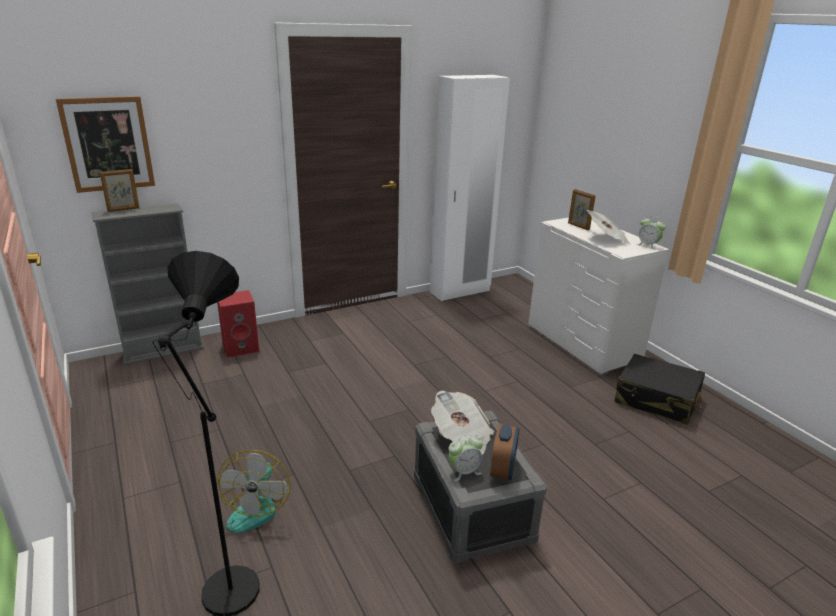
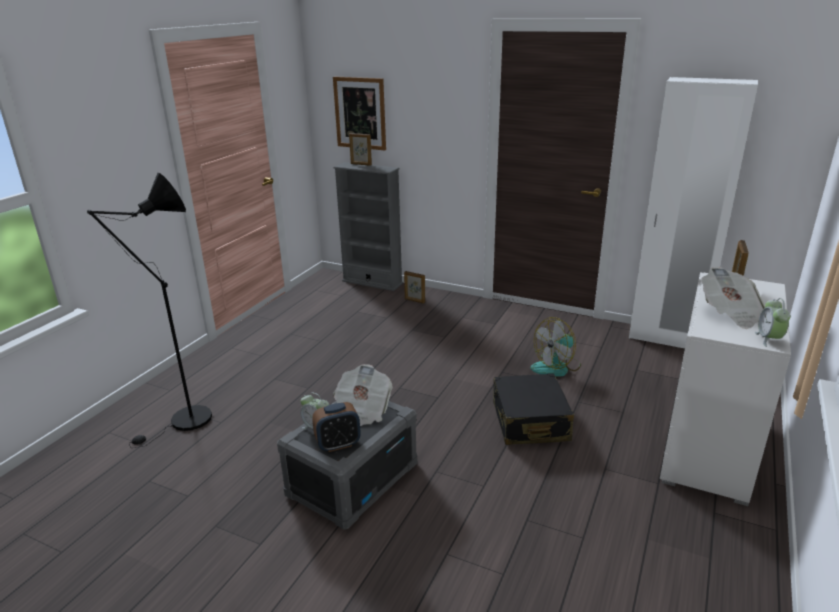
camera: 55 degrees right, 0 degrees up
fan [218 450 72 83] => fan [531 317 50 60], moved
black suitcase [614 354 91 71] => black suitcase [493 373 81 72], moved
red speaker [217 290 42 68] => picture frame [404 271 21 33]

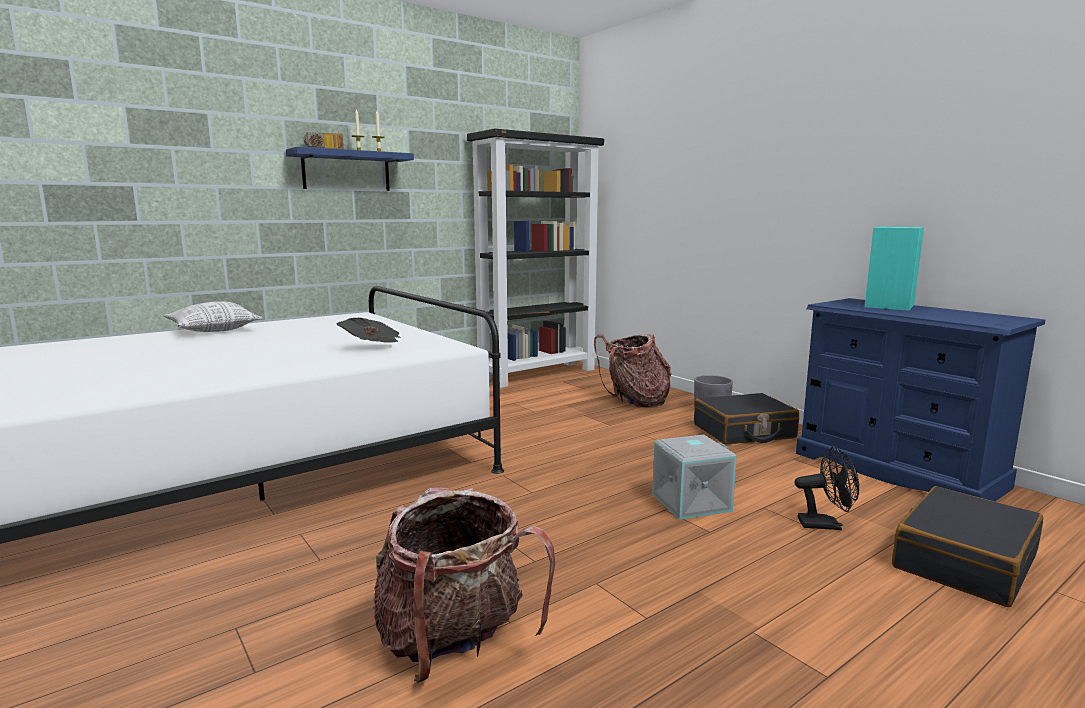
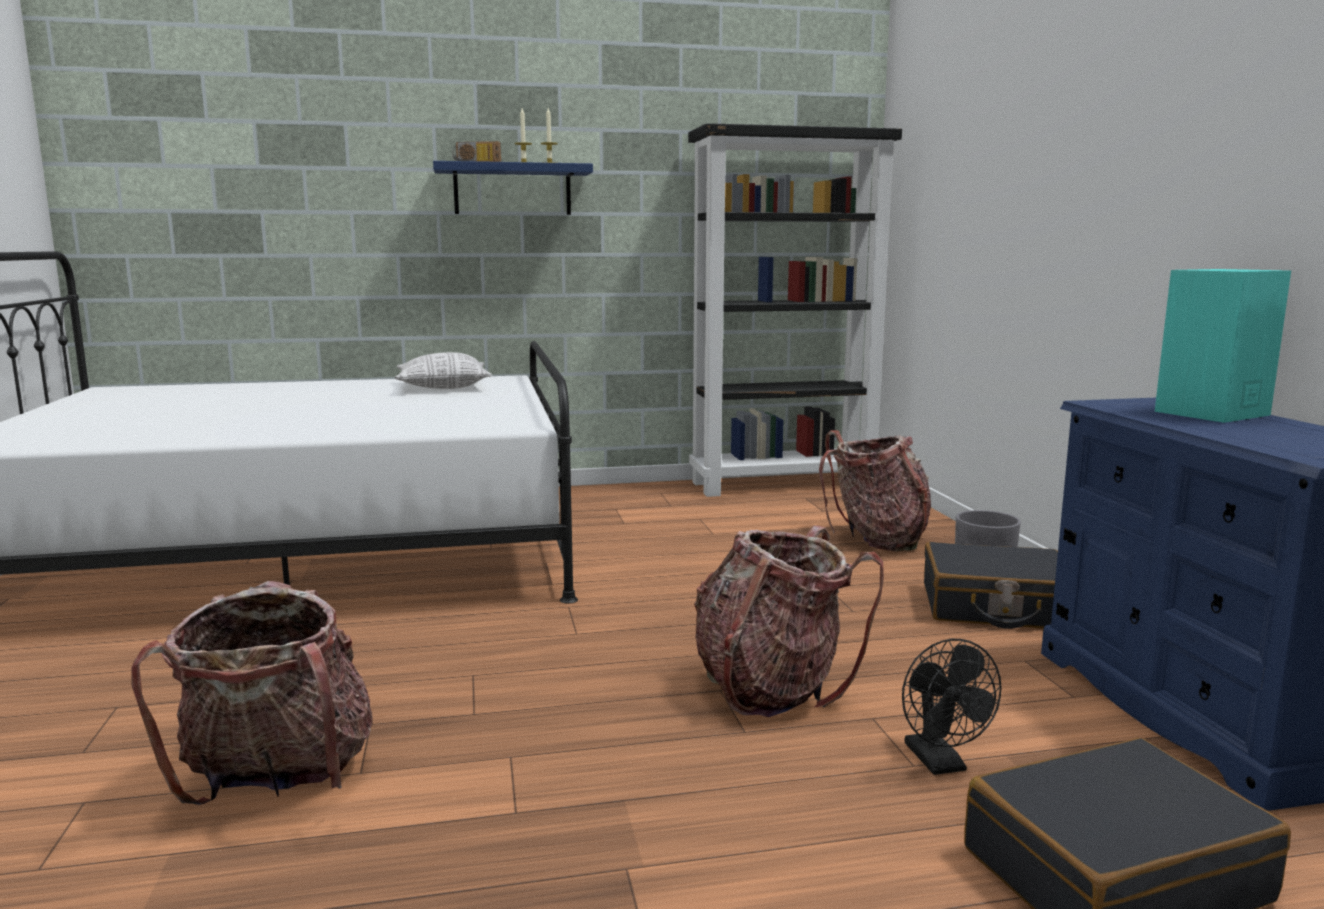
camera: 25 degrees right, 0 degrees up
newspaper [336 318 65 25] => nothing
pillow [163 301 100 31] => pillow [395 352 98 37], moved
grey storage box [652 435 85 85] => backpack [694 525 190 192]
black fan [795 446 64 84] => black fan [902 639 100 136], 45 degrees clockwise

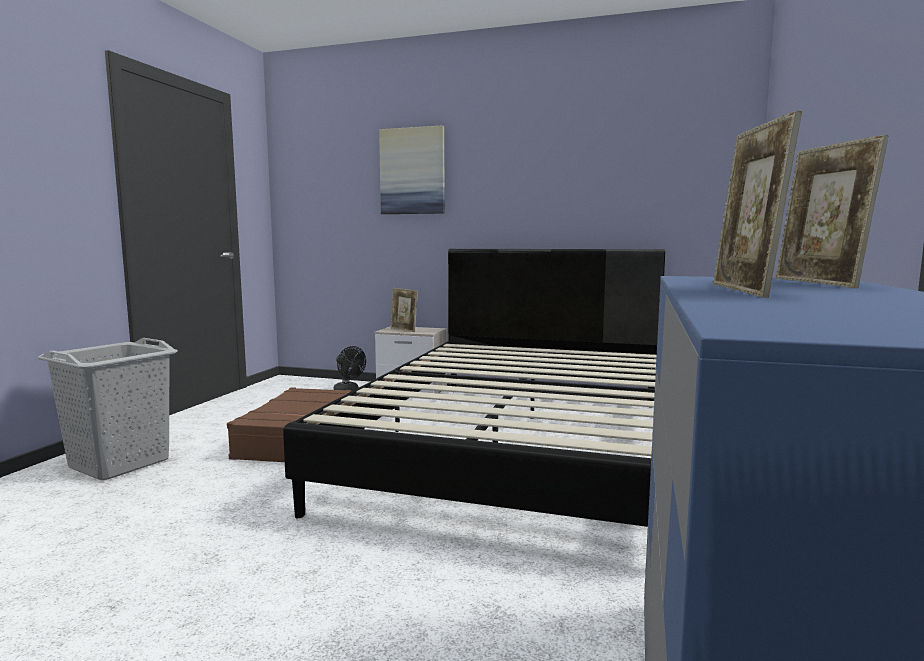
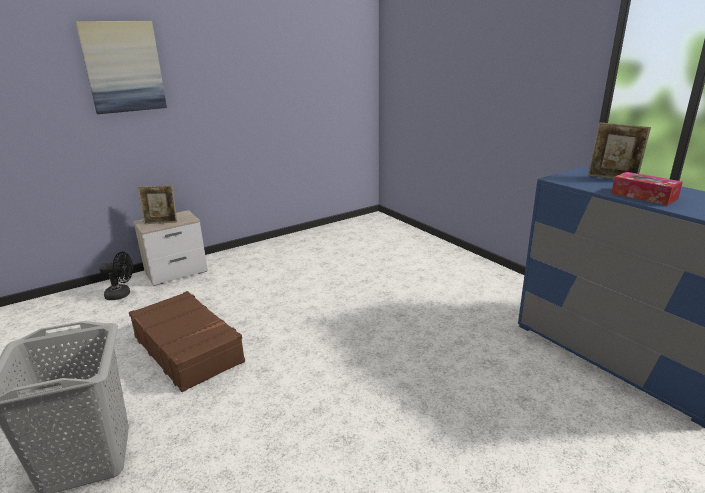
camera: 50 degrees left, 15 degrees up
black bed [283 249 382 278] => nothing
picture frame [712 111 90 187] => tissue box [611 172 72 34]

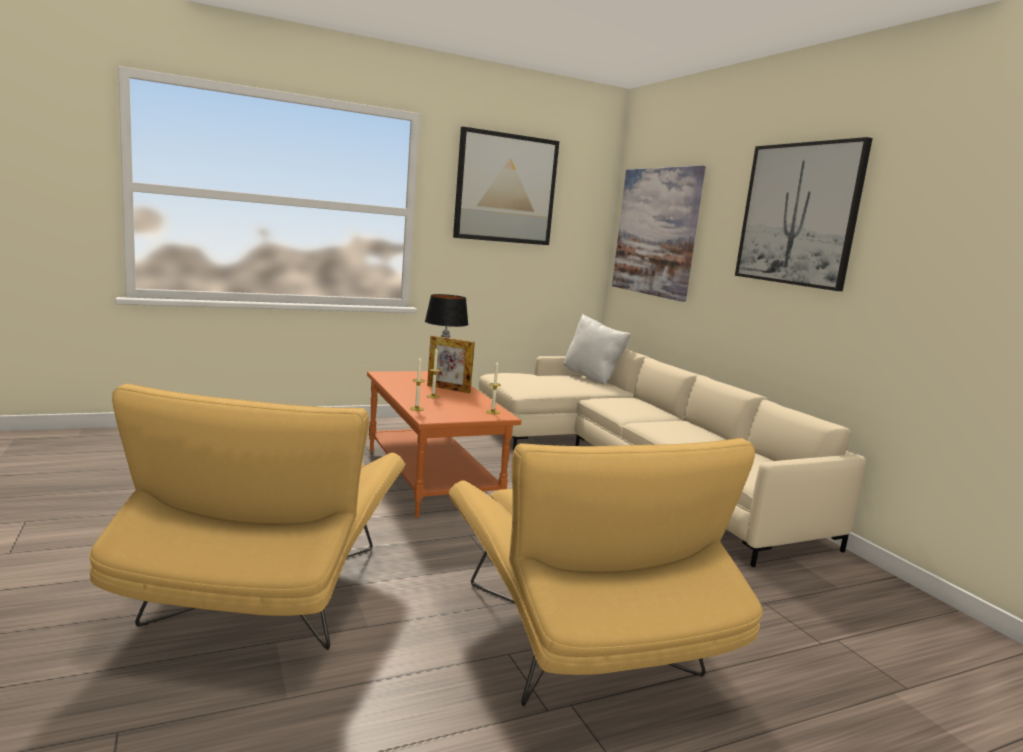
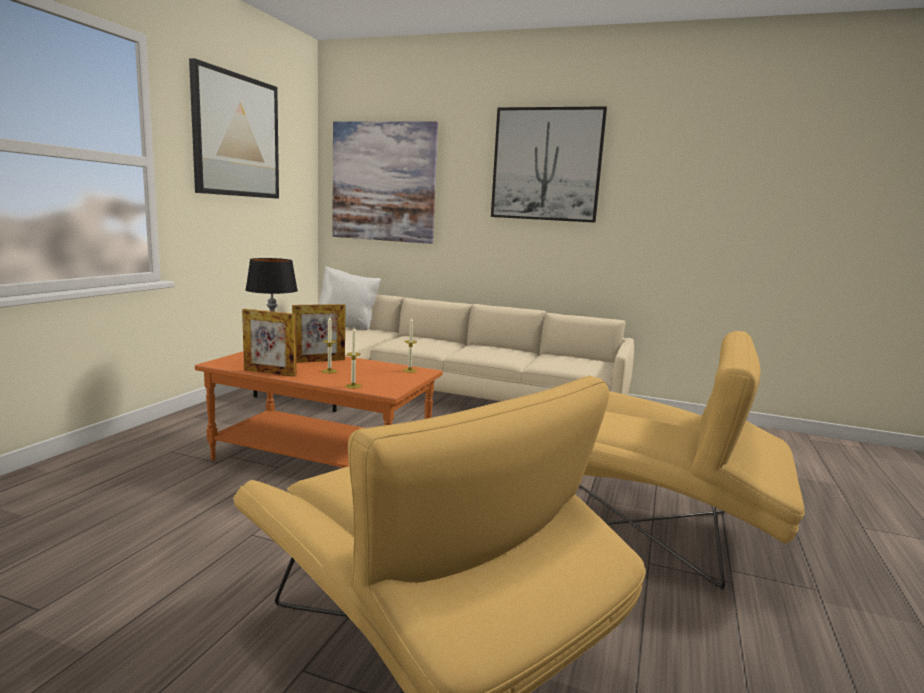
camera: 45 degrees left, 0 degrees up
nothing => picture frame [242 309 55 68]

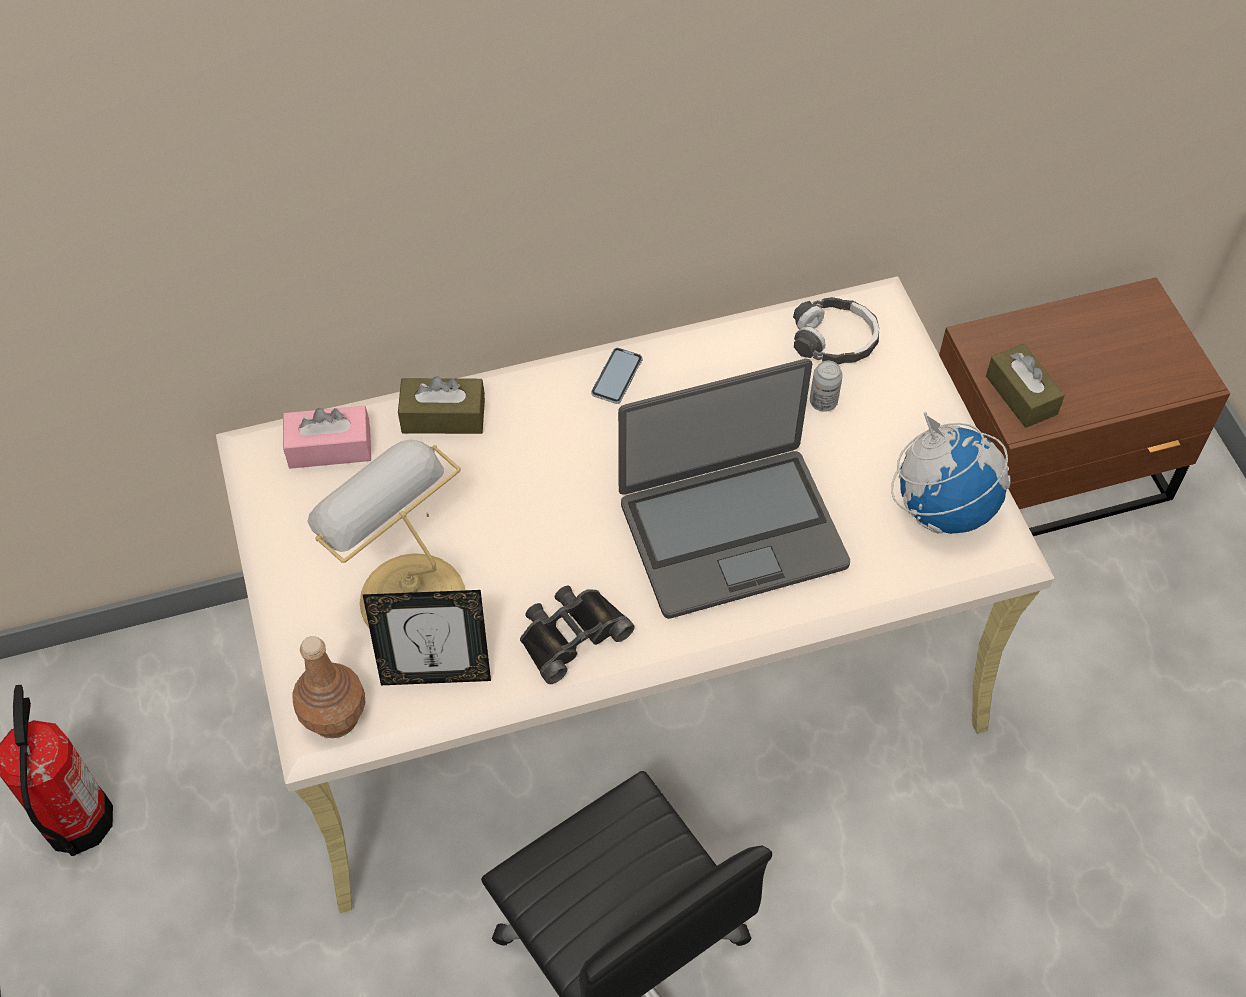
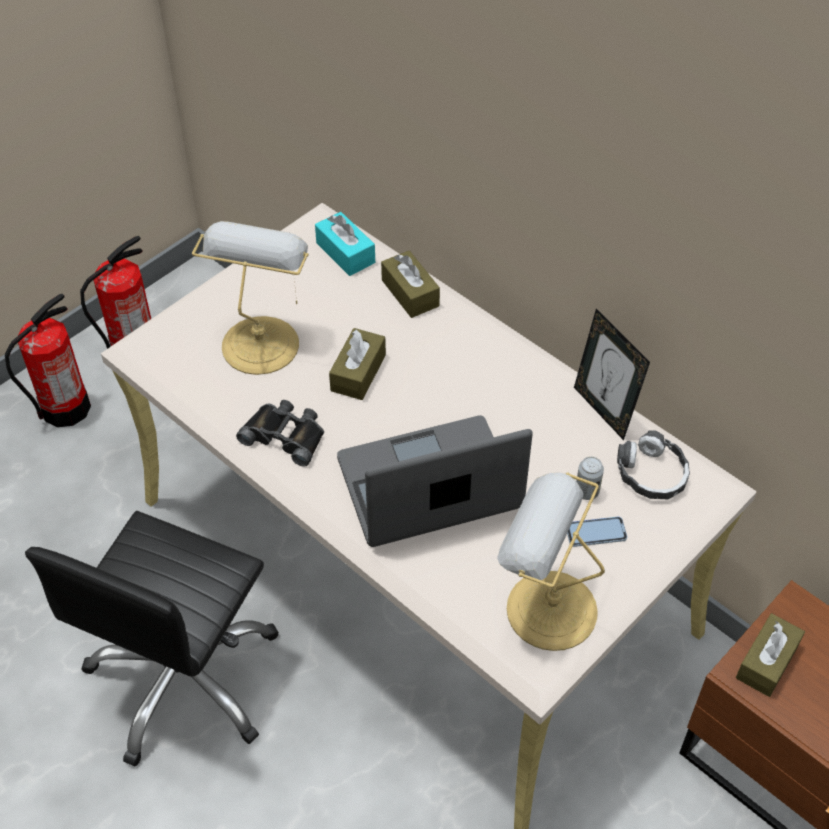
camera: 60 degrees right, 5 degrees down
brown bottle [292 636 73 102] => nothing
nothing => fire extinguisher [5 294 86 133]
nothing => brown tissue box [329 328 57 72]
picture frame [362 590 129 95] => picture frame [574 309 76 131], moved
phone [591 348 51 56] => phone [567 517 60 30], moved
globe [891 412 119 122] => table lamp [497 472 108 179]
pink tissue box [283 406 88 63] => turquoise tissue box [315 212 60 64]
laptop [618 359 232 260] => laptop [337 415 196 132], 120 degrees clockwise

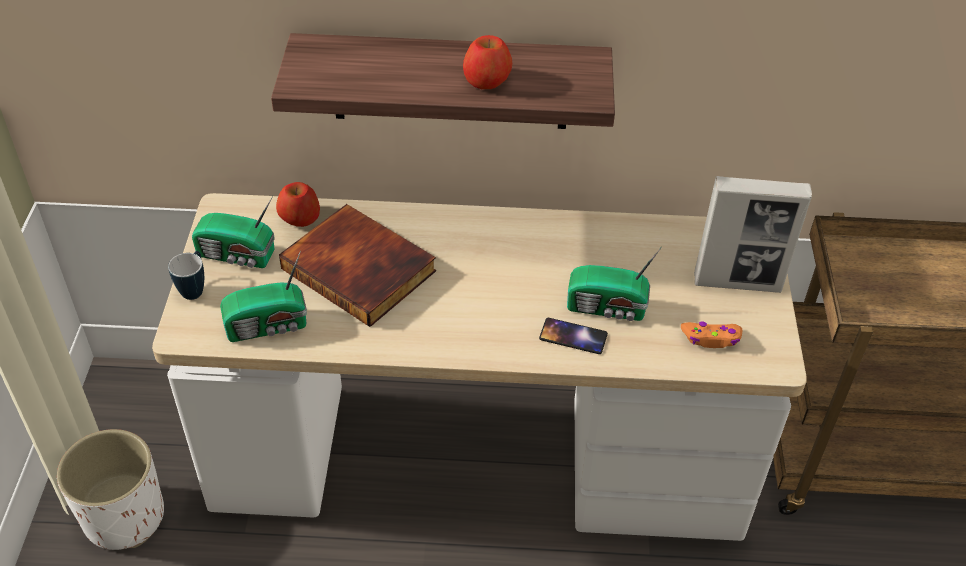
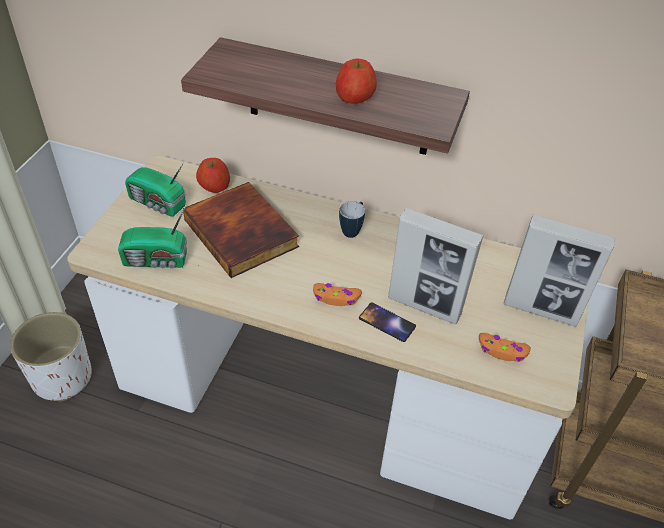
camera: 15 degrees right, 0 degrees up
nothing => orange game controller [313 283 49 23]
mug [168 251 36 49] => mug [339 201 26 37], moved
radio [567 247 95 74] => picture frame [388 208 96 116]

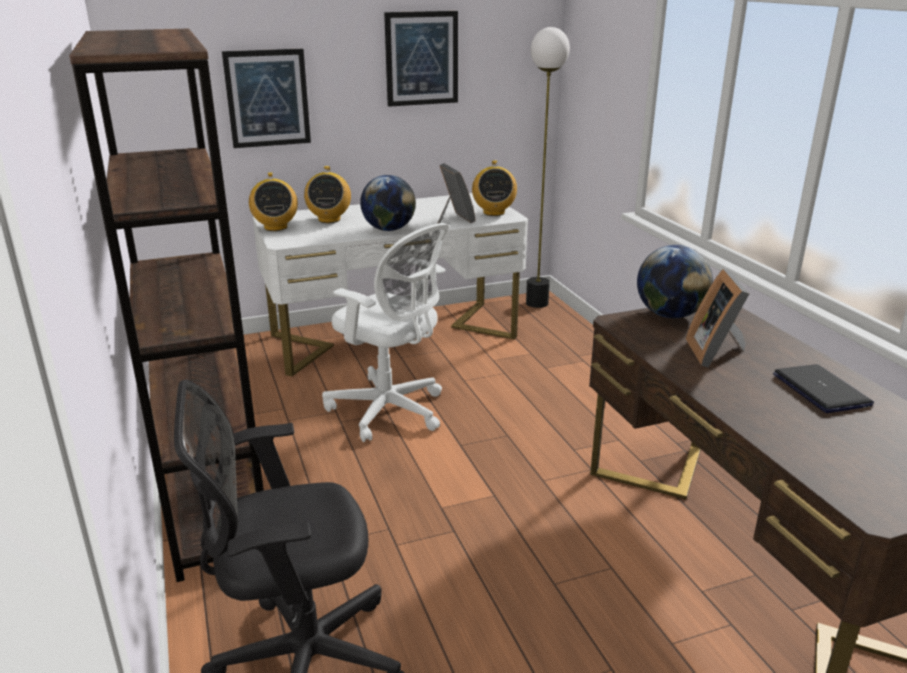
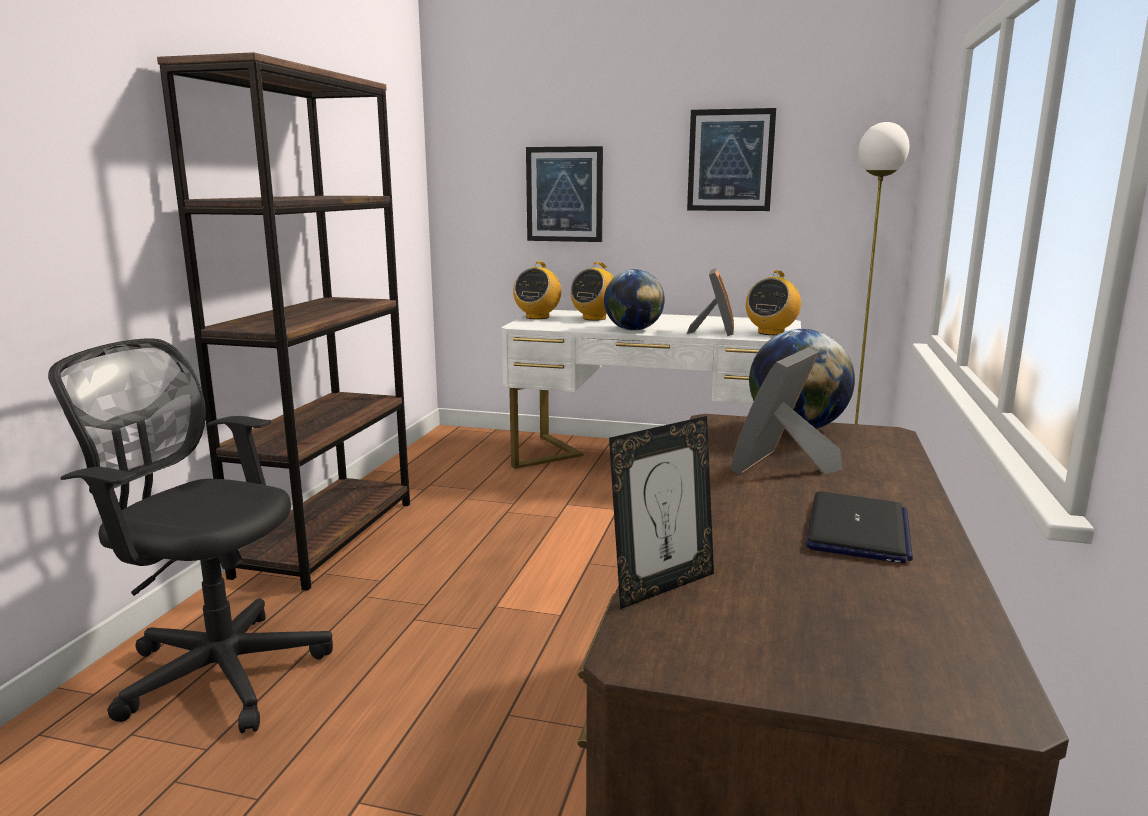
camera: 35 degrees right, 10 degrees down
white office chair [322 223 127 219] => nothing
nothing => picture frame [609 416 105 193]

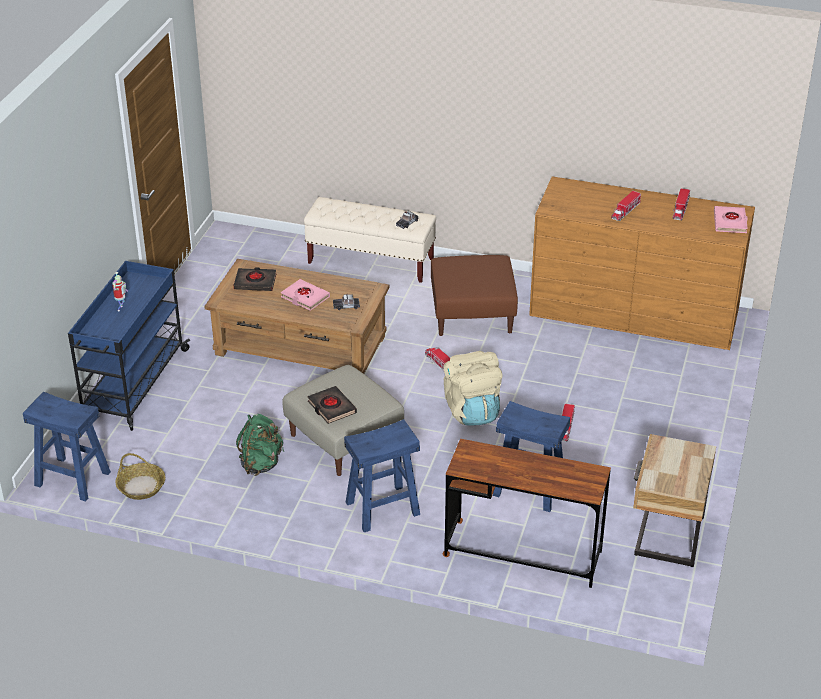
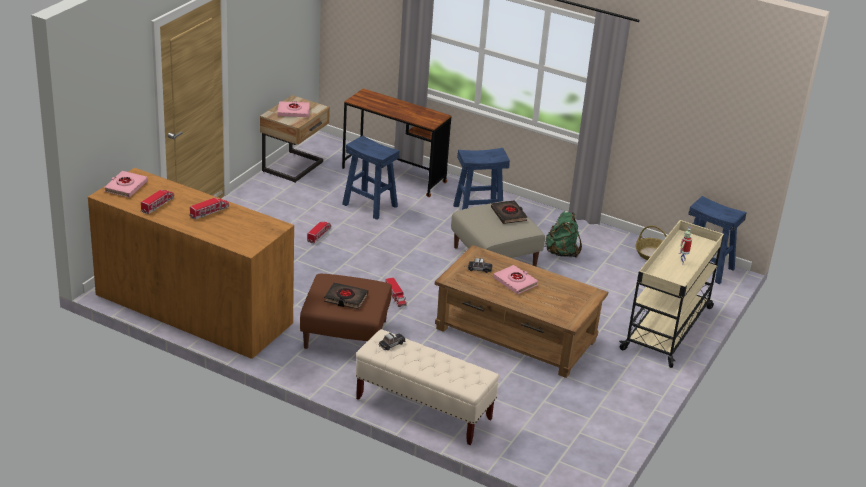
camera: 170 degrees left, 5 degrees down
beige backpack [444 351 59 75] => nothing
nothing => pink book [278 101 32 16]
black book [234 267 42 24] => black book [324 283 44 26], moved
blue cart [68 261 123 170] => beige cart [619 220 105 148]

